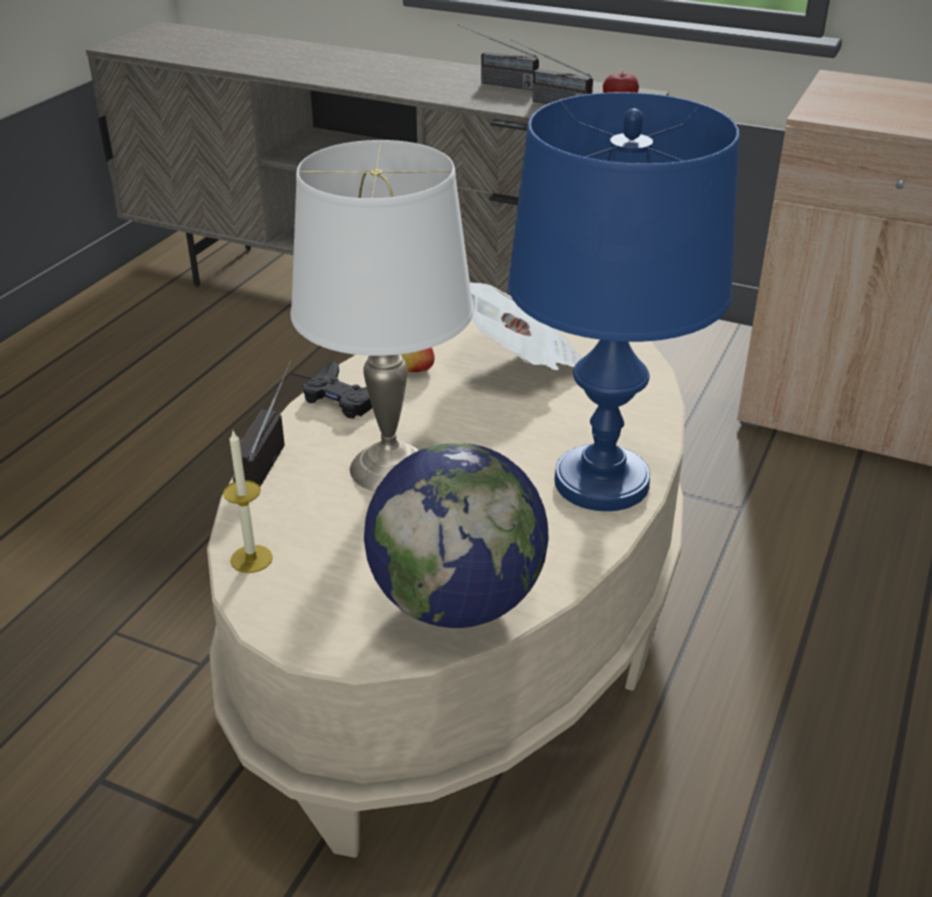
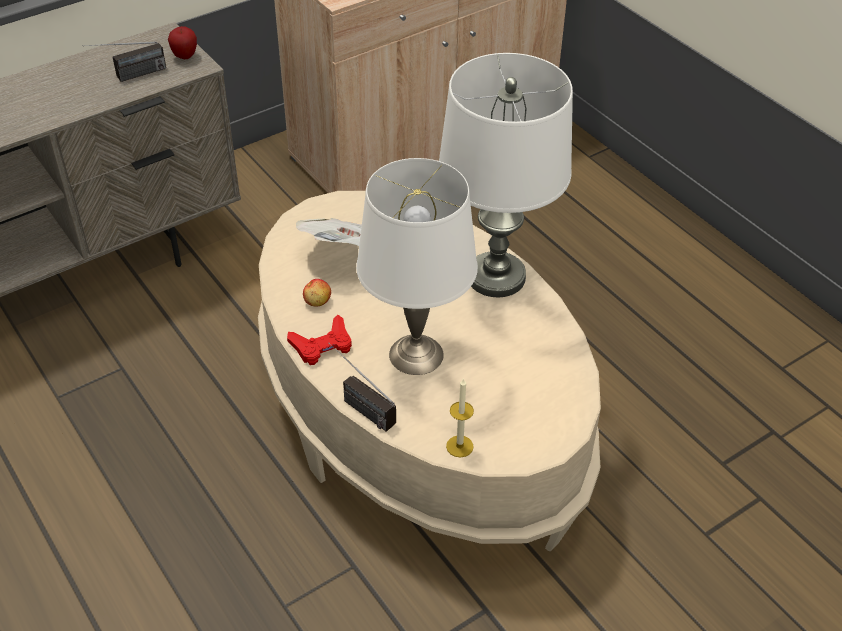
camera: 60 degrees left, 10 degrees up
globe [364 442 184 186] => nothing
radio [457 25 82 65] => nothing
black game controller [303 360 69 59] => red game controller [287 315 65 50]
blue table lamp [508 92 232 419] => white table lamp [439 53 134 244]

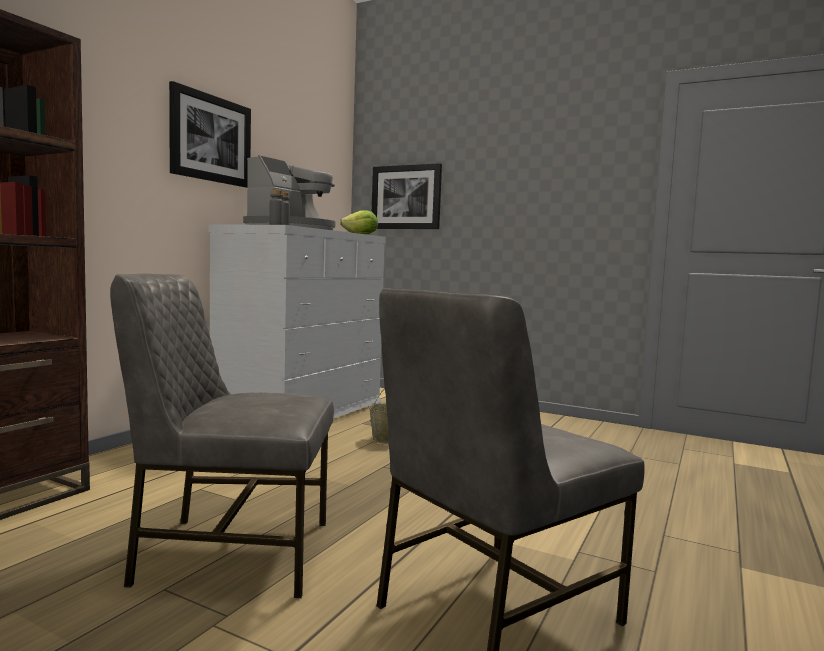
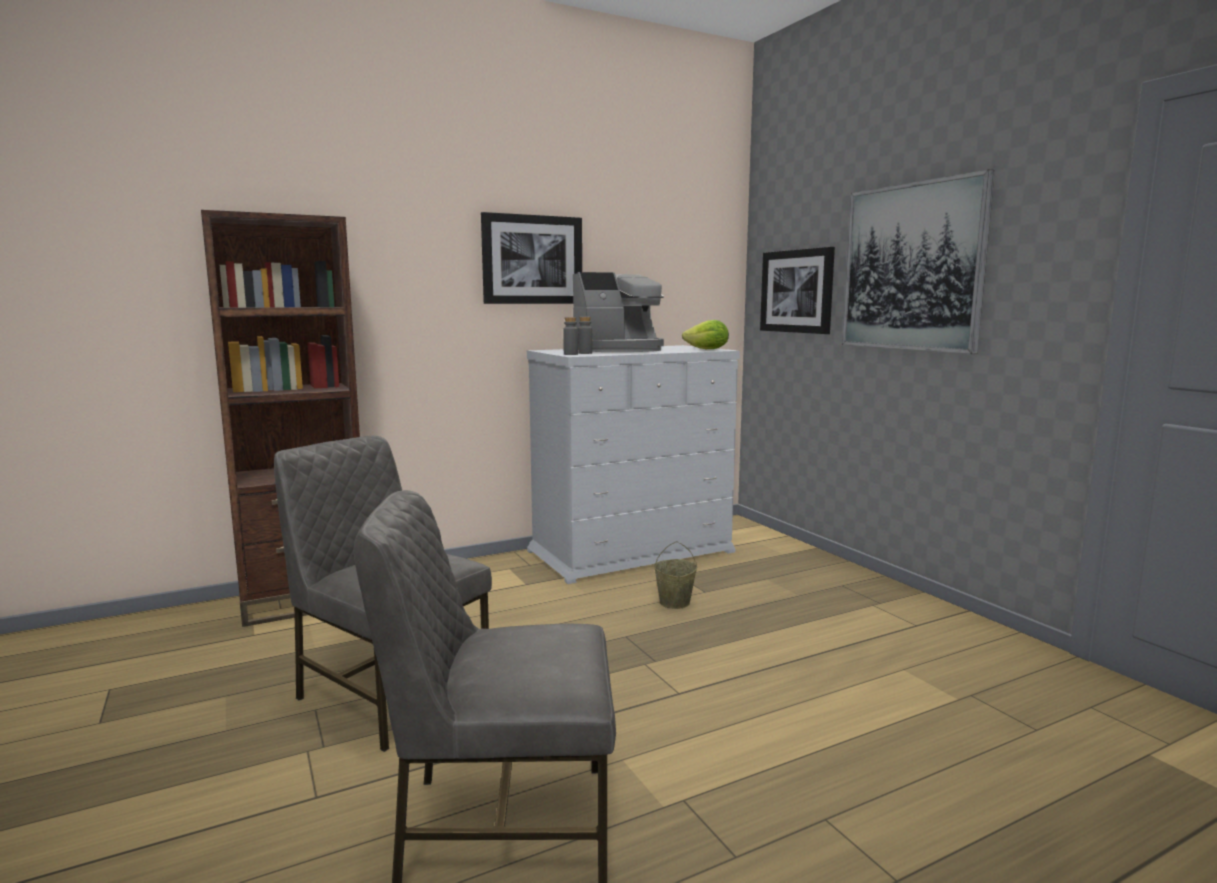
camera: 35 degrees right, 5 degrees up
nothing => picture [842 169 153 185]

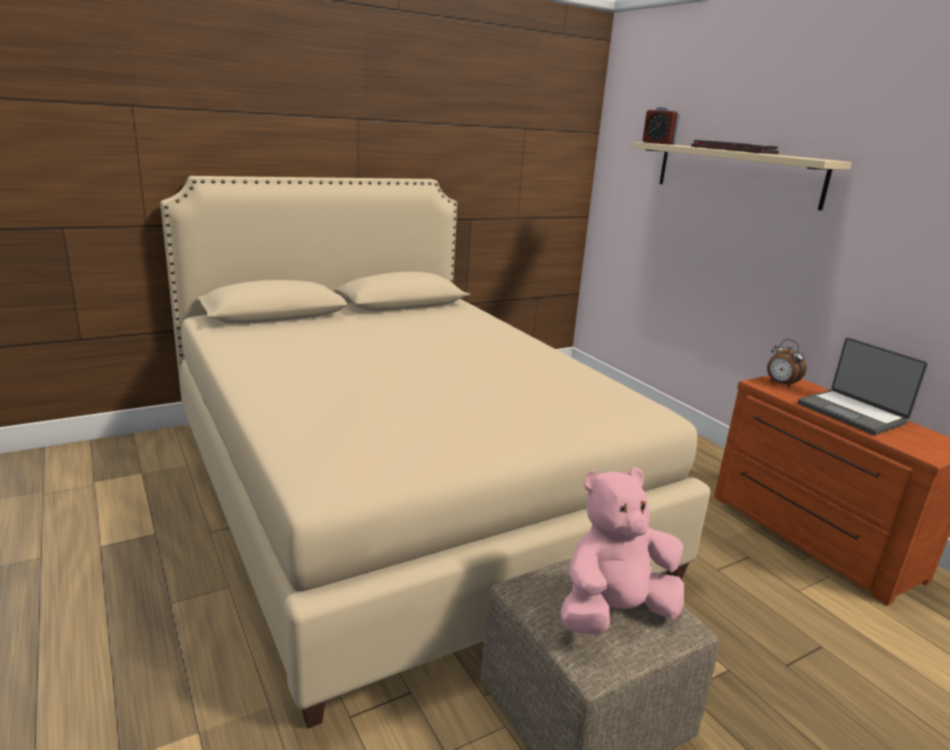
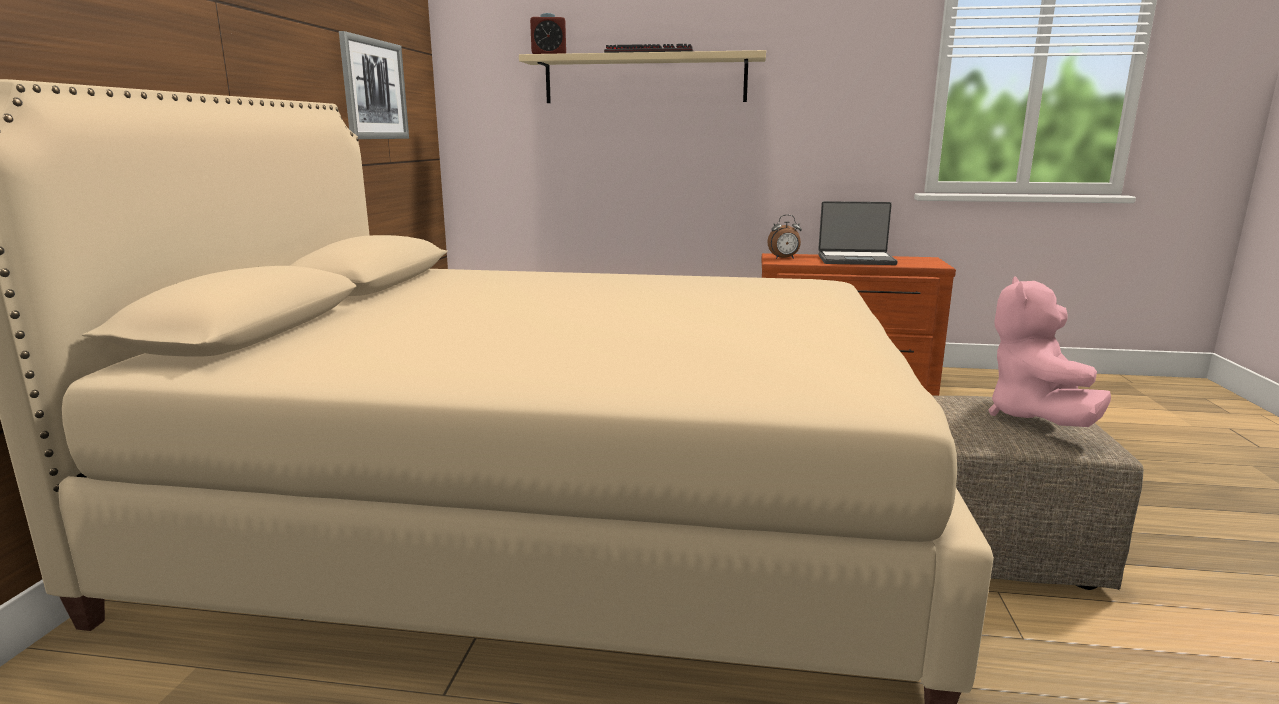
camera: 50 degrees left, 5 degrees down
nothing => picture [339 31 70 108]

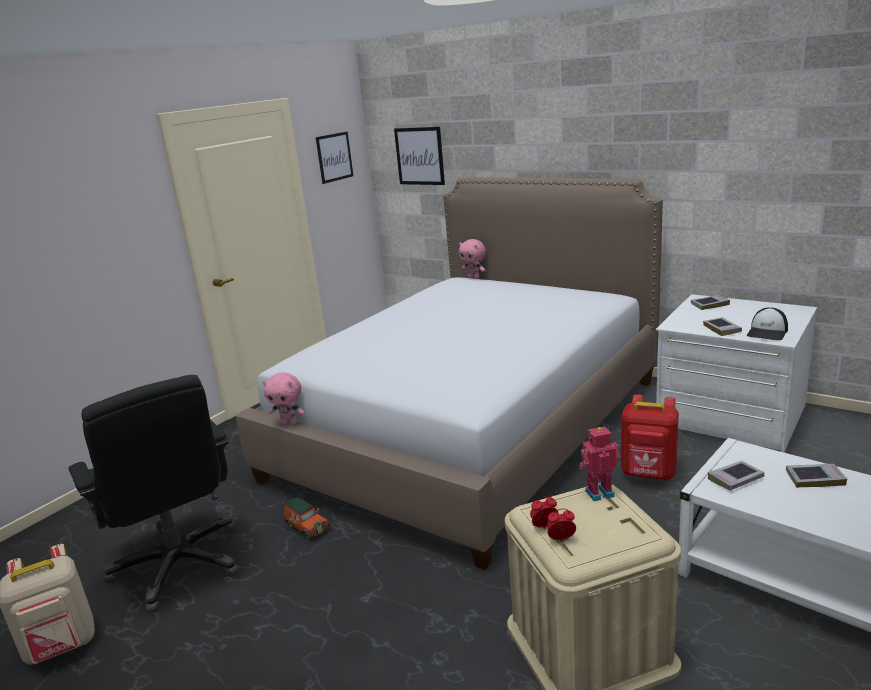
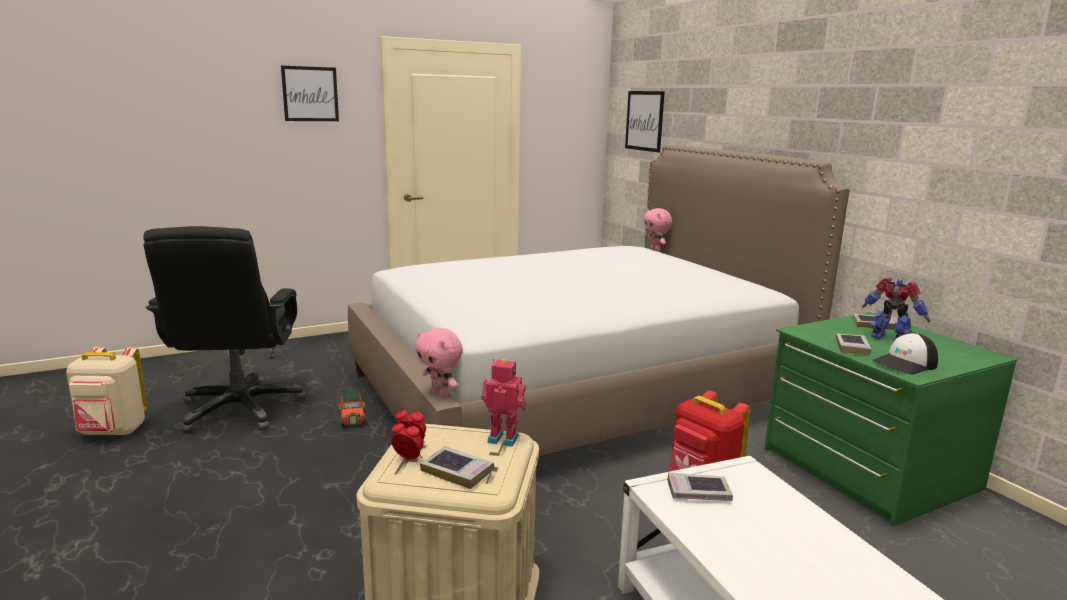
camera: 25 degrees right, 5 degrees down
nothing => toy robot [862 278 68 63]
pink plush toy [262 372 43 53] => pink plush toy [415 328 48 69], moved
picture [316 132 37 52] => picture [281 66 58 55], moved
book [786 464 61 24] => book [420 446 74 43], moved
white dresser [656 294 161 158] => green dresser [764 312 253 214]

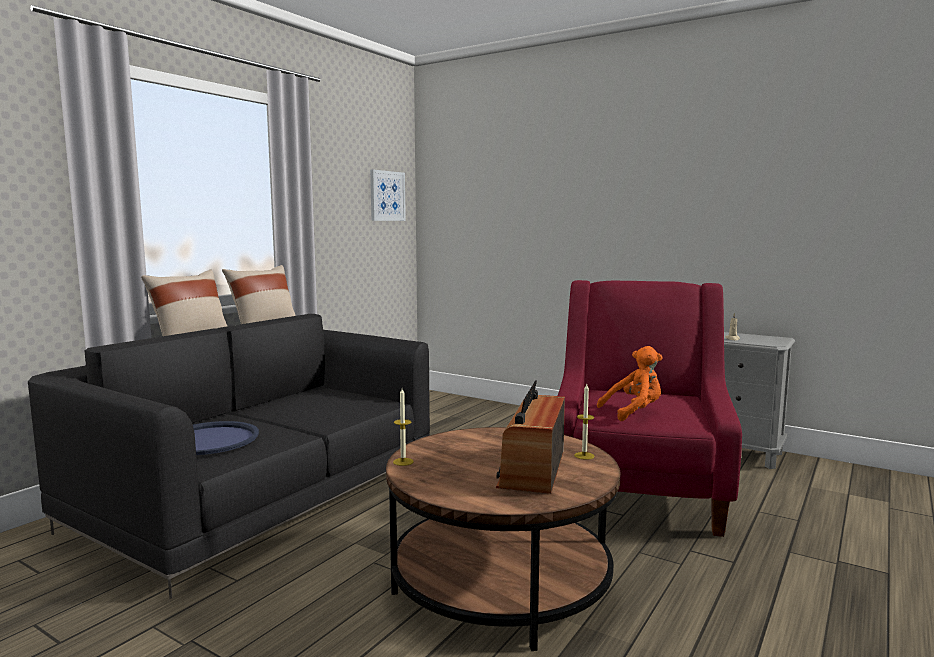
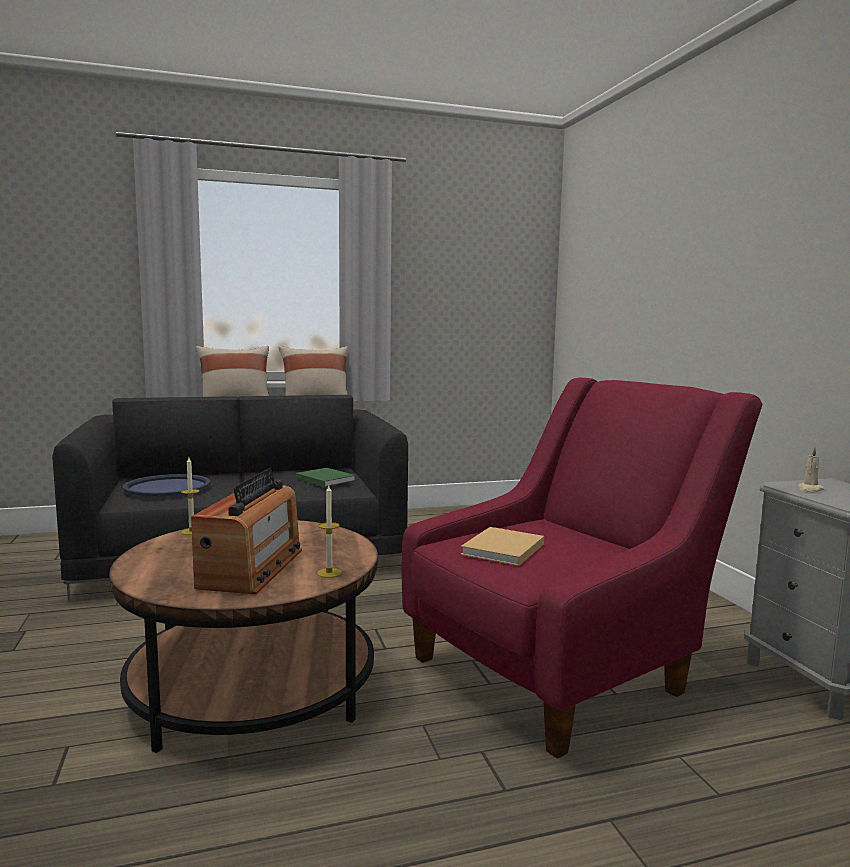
camera: 40 degrees right, 0 degrees up
picture [370 170 36 51] => nothing
nothing => green book [296 468 60 19]
orange plush toy [597 346 66 75] => beige book [461 527 83 39]
radio [496 380 69 114] => radio [191 468 111 126], 135 degrees clockwise

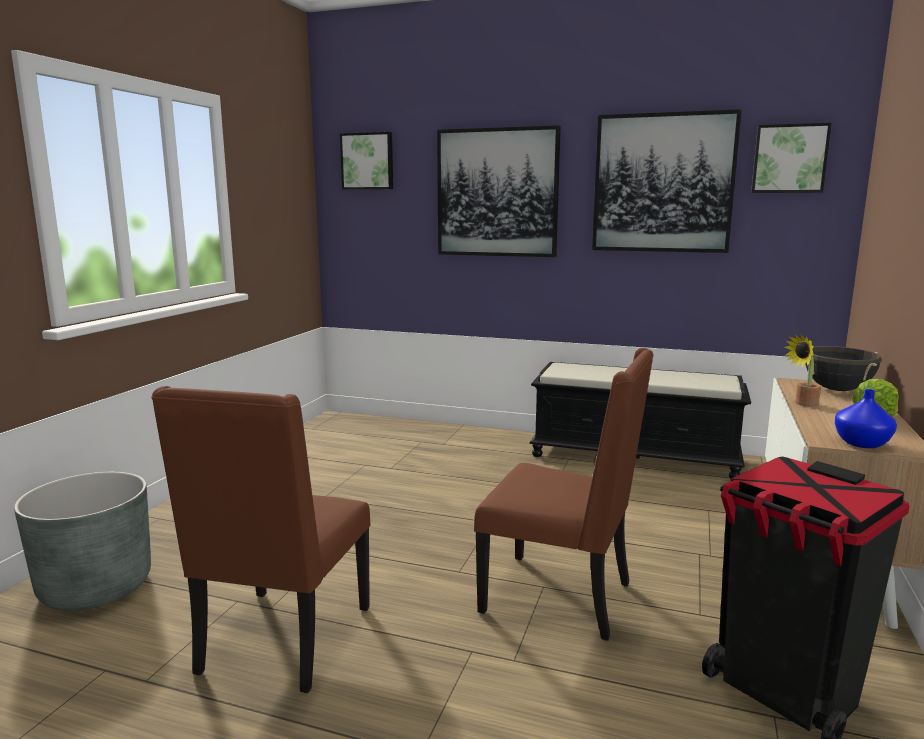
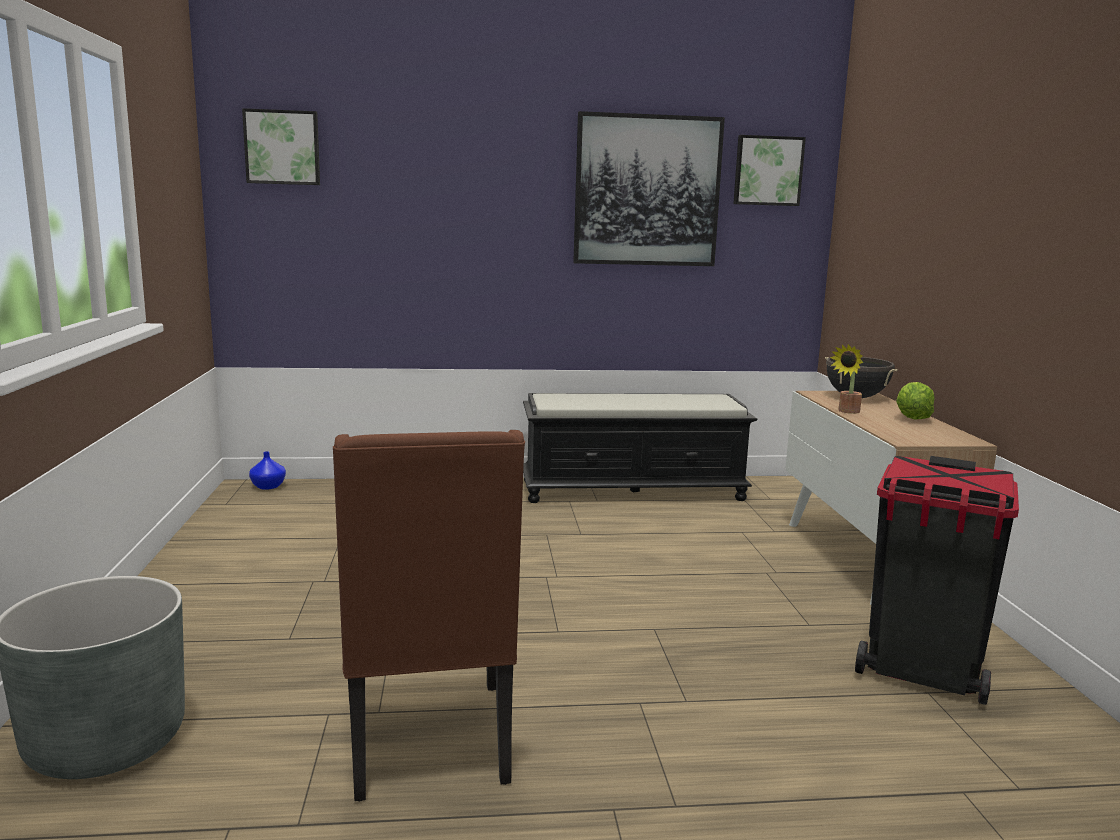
camera: 25 degrees left, 0 degrees up
picture [437 125 124 132] => nothing
brown chair [474 348 180 293] => nothing
blue vase [835 389 62 59] => blue vase [249 451 37 39], moved

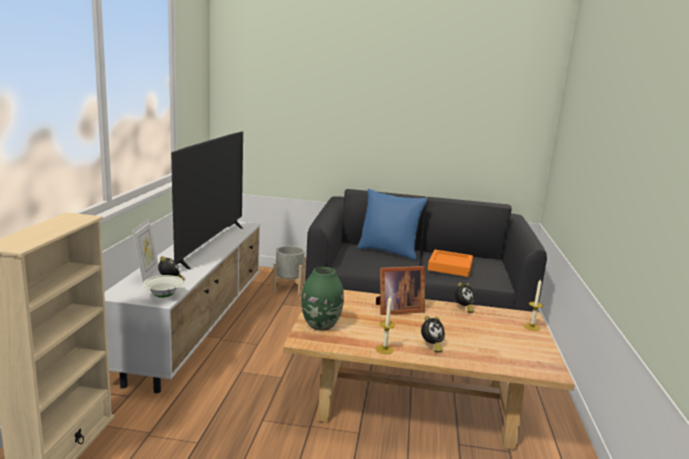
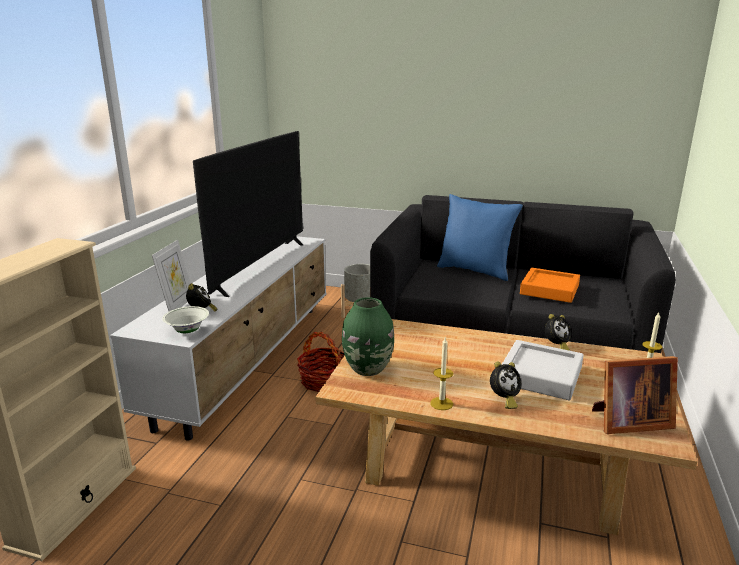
camera: 10 degrees right, 5 degrees up
nothing => basket [297 331 48 61]
nothing => grey tray [501 340 83 60]
picture frame [376 266 49 49] => picture frame [592 356 86 78], moved

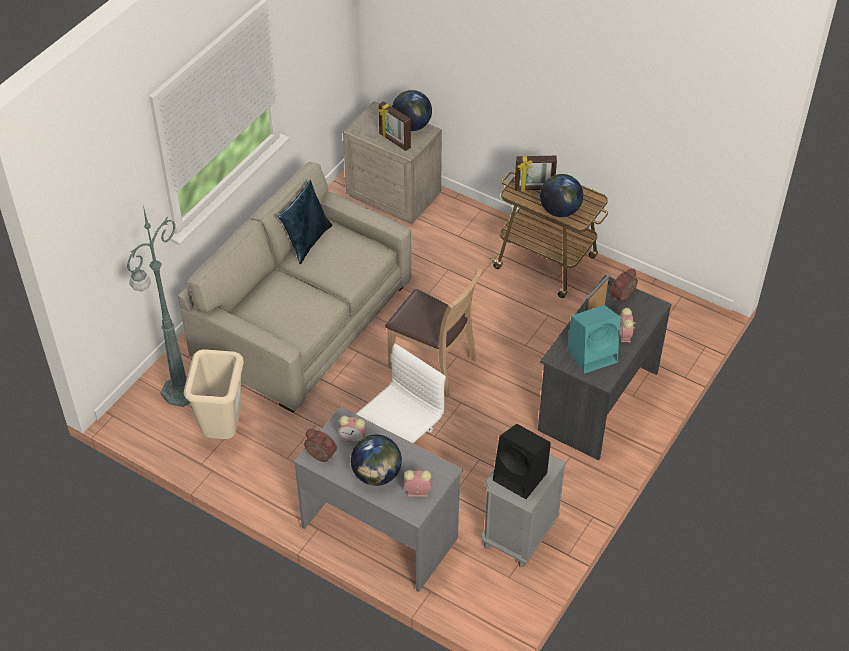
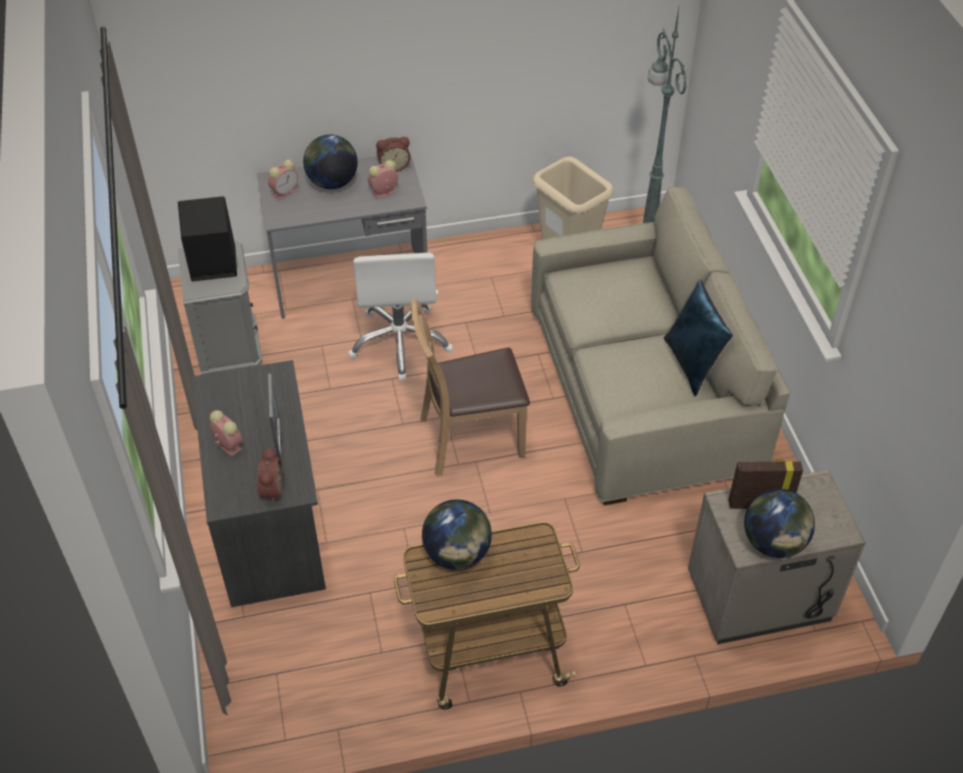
camera: 135 degrees right, 0 degrees up
picture frame [515 156 42 35] => nothing
turquoise speaker [568 305 52 69] => nothing

